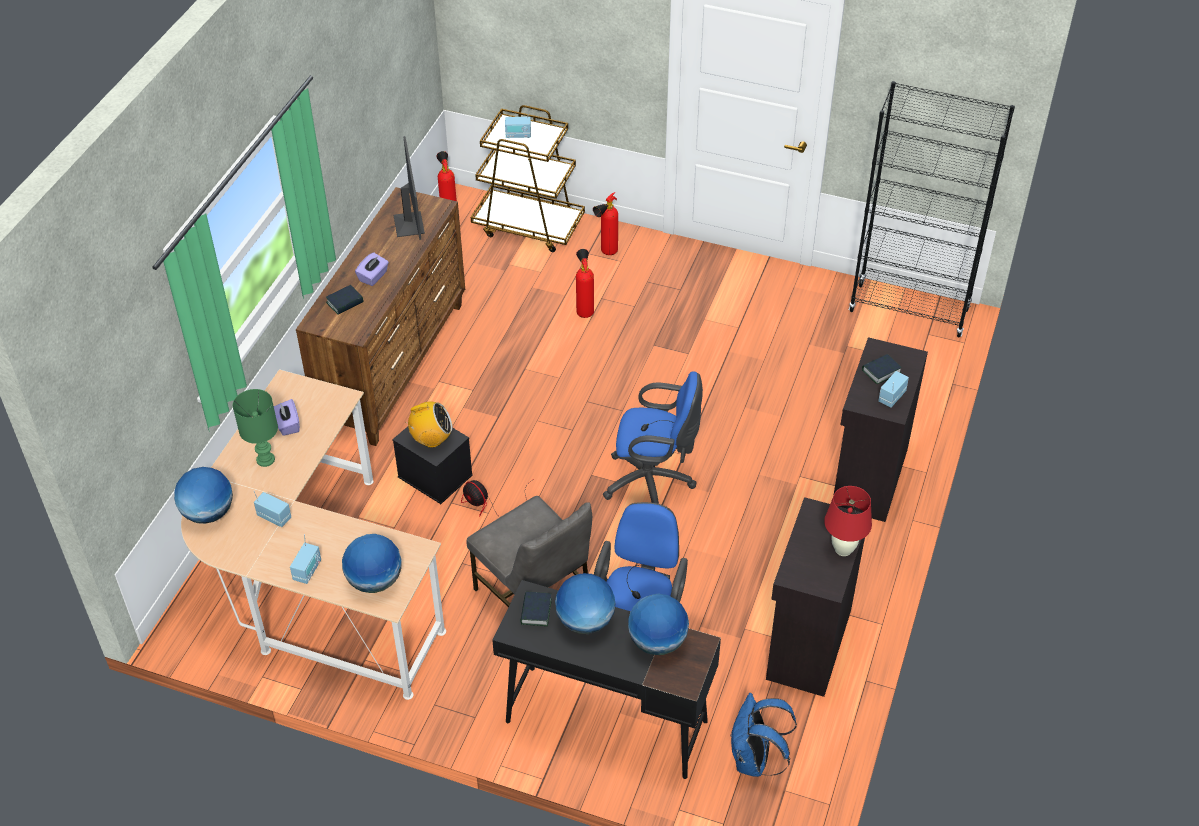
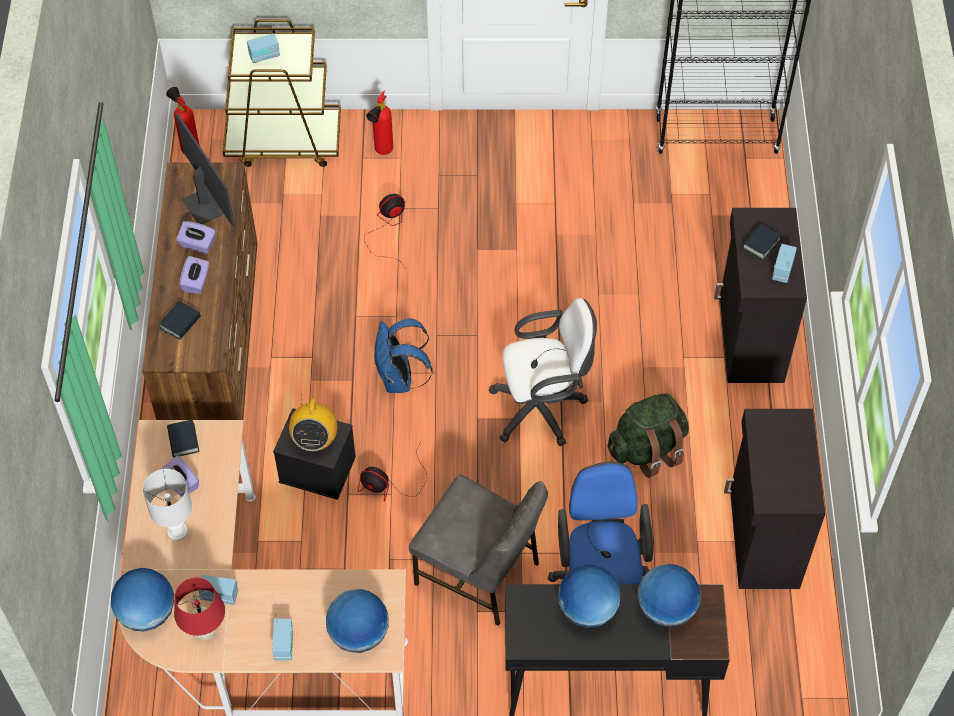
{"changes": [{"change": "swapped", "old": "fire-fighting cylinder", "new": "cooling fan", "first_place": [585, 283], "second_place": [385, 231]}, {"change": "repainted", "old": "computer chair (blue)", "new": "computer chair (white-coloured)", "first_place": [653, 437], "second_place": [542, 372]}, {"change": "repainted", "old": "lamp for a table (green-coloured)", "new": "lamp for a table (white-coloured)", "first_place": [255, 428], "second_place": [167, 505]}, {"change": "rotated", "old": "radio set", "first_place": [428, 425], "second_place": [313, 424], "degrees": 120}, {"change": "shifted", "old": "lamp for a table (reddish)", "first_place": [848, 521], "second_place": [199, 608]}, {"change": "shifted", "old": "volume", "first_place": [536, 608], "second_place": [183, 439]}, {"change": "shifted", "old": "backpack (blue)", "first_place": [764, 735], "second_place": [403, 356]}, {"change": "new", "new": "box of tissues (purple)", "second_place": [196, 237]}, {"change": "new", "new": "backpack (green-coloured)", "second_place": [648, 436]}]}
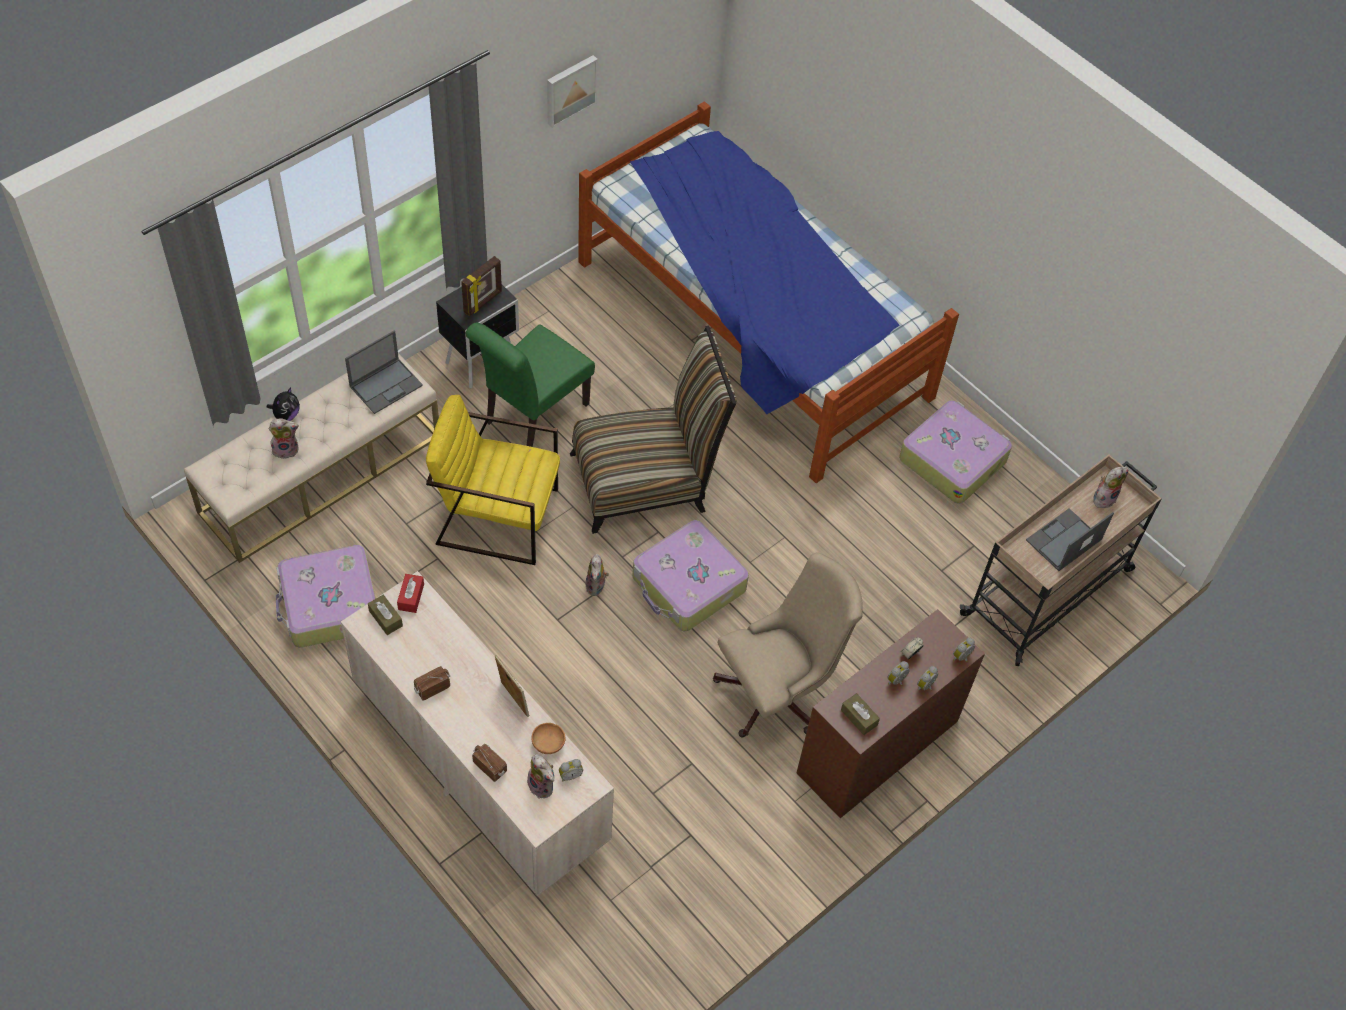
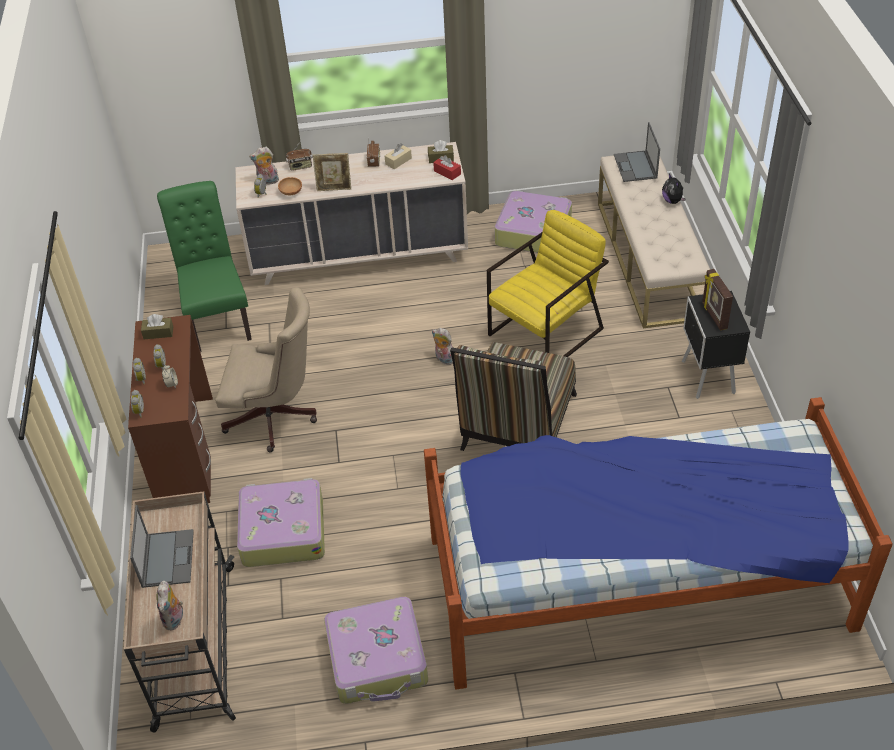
{"changes": [{"change": "gone", "old": "picture", "first_place": [572, 91]}, {"change": "shifted", "old": "upright chair (green-coloured)", "first_place": [530, 385], "second_place": [204, 266]}, {"change": "shifted", "old": "laptop", "first_place": [384, 372], "second_place": [637, 152]}, {"change": "gone", "old": "plush toy", "first_place": [284, 439]}, {"change": "shifted", "old": "suitcase", "first_place": [691, 575], "second_place": [281, 522]}, {"change": "rotated", "old": "computer chair (sand-coloured)", "first_place": [788, 644], "second_place": [266, 369], "degrees": -90}, {"change": "new", "new": "box of tissues (sand-coloured)", "second_place": [398, 156]}]}
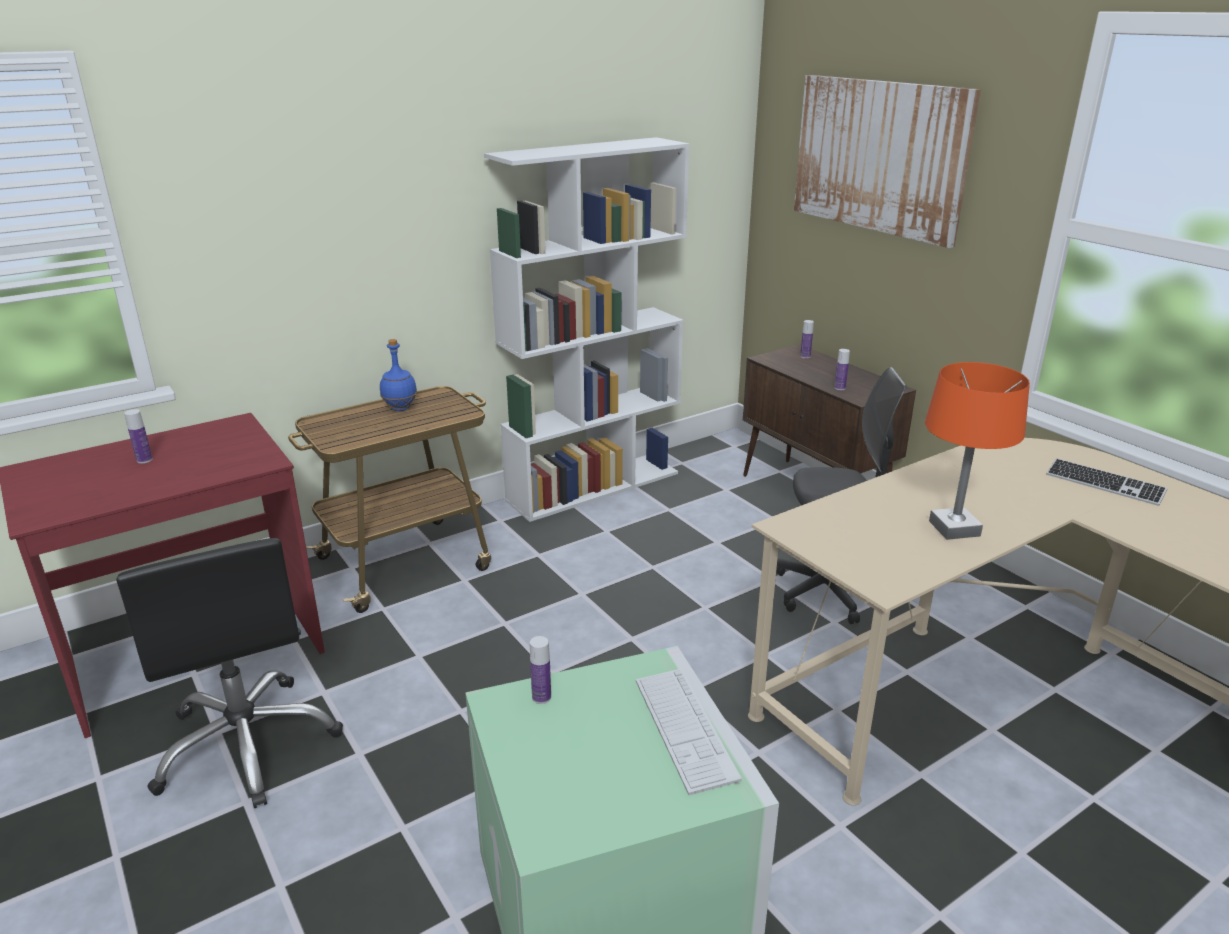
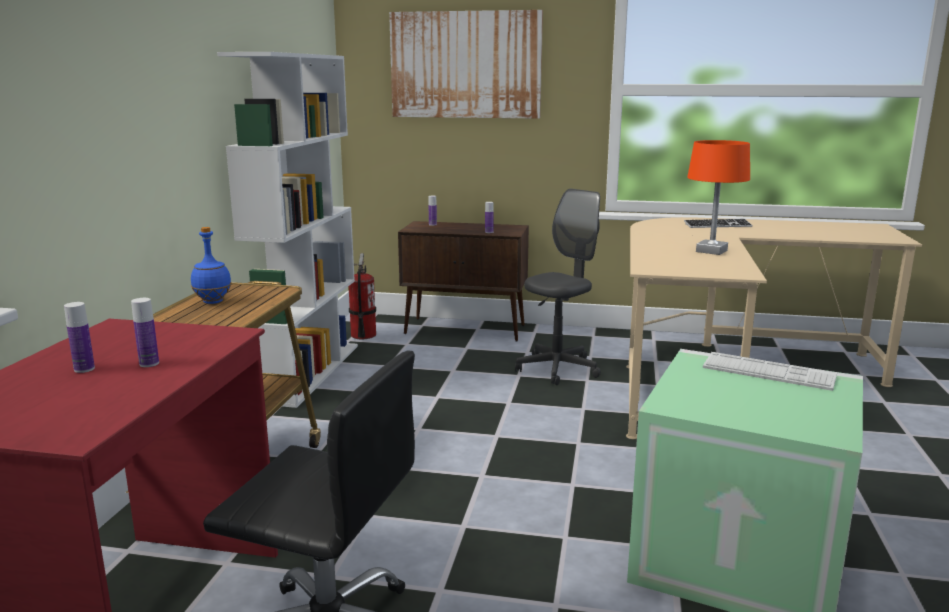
{"changes": [{"change": "shifted", "old": "beverage bottle", "first_place": [540, 670], "second_place": [145, 332]}, {"change": "new", "new": "fire-fighting cylinder", "second_place": [362, 296]}]}
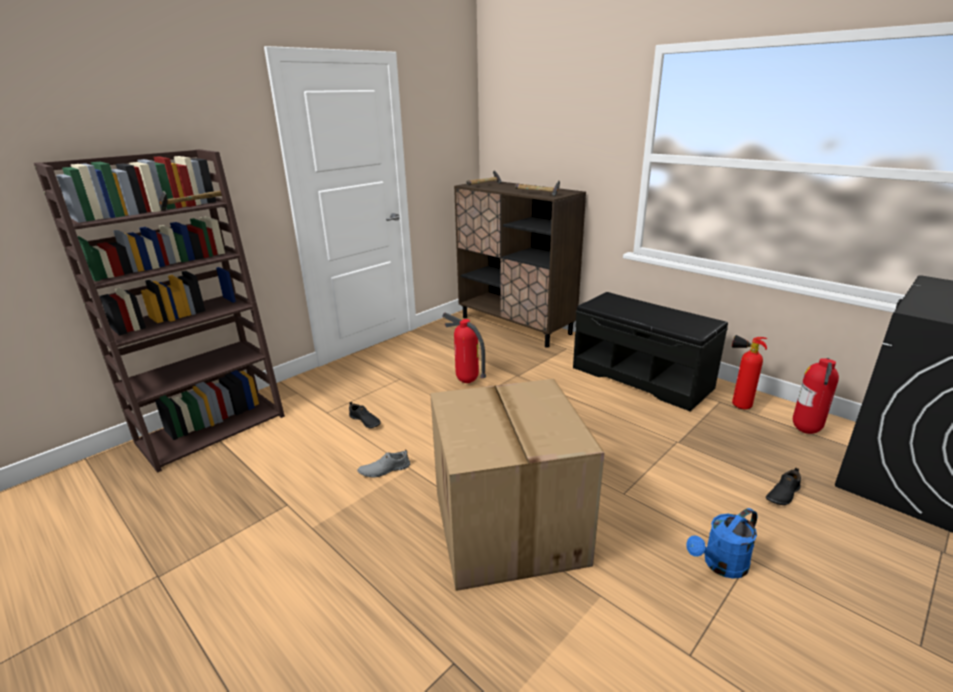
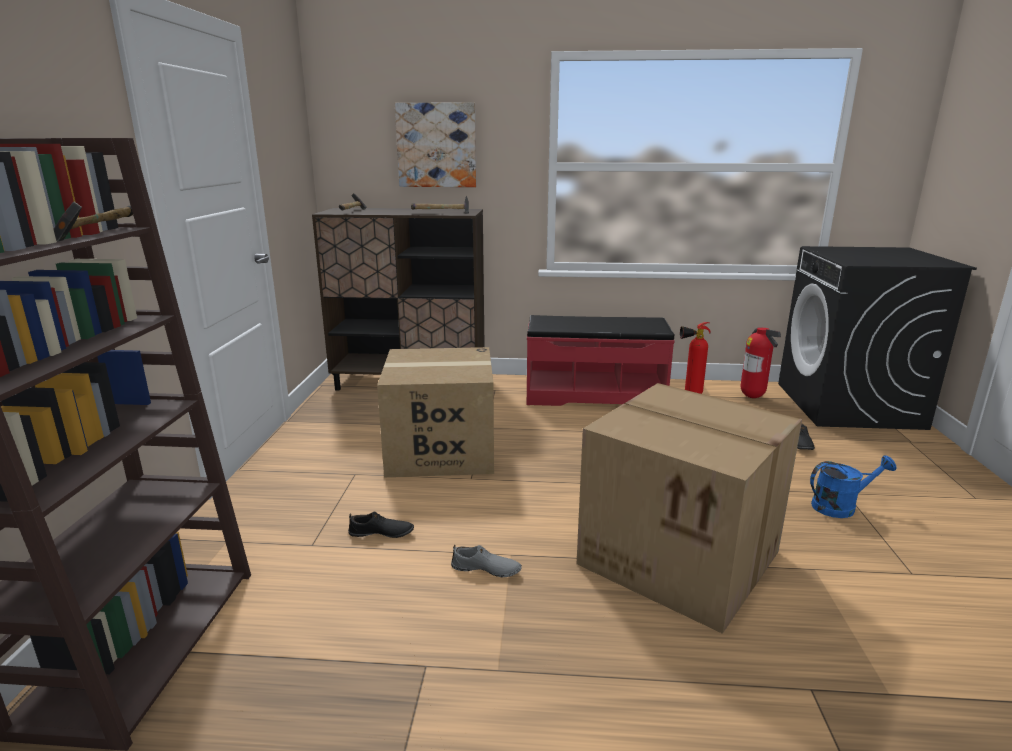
{"changes": [{"change": "repainted", "old": "bench (blackish)", "new": "bench (reddish)", "first_place": [650, 352], "second_place": [601, 360]}, {"change": "swapped", "old": "fire-fighting cylinder", "new": "packing box", "first_place": [464, 347], "second_place": [435, 412]}, {"change": "rotated", "old": "low shoe (grey)", "first_place": [383, 463], "second_place": [486, 561], "degrees": -105}, {"change": "rotated", "old": "watering can (blue)", "first_place": [721, 543], "second_place": [853, 486], "degrees": -120}, {"change": "new", "new": "picture", "second_place": [436, 144]}]}
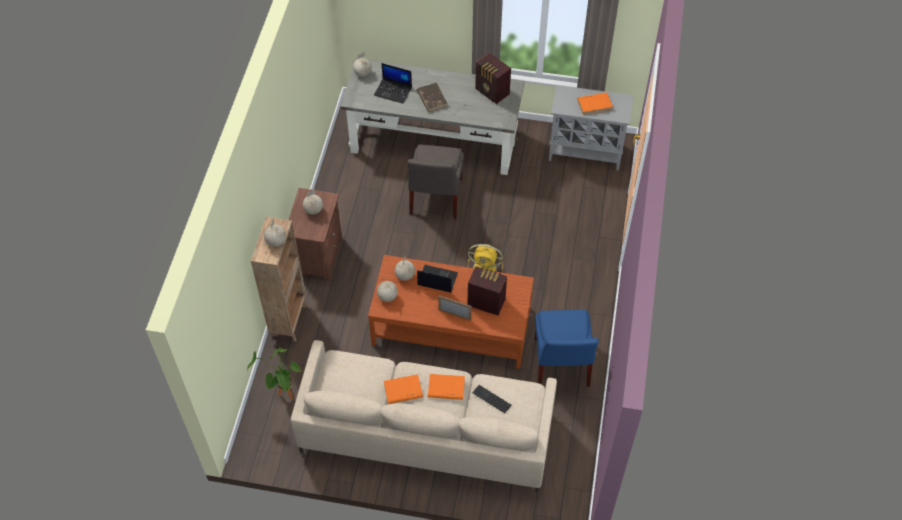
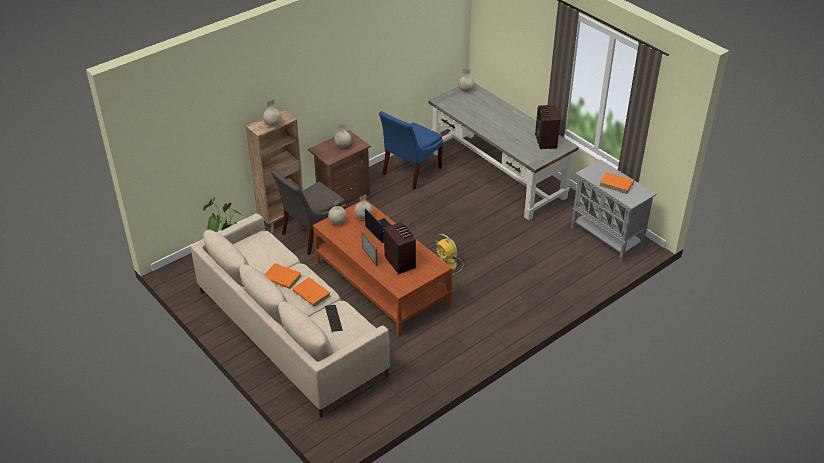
{"changes": [{"change": "gone", "old": "laptop", "first_place": [393, 83]}, {"change": "gone", "old": "volume (brown-coloured)", "first_place": [432, 97]}, {"change": "shifted", "old": "upright chair (grey)", "first_place": [436, 182], "second_place": [308, 212]}, {"change": "shifted", "old": "upright chair (blue)", "first_place": [566, 348], "second_place": [411, 150]}]}
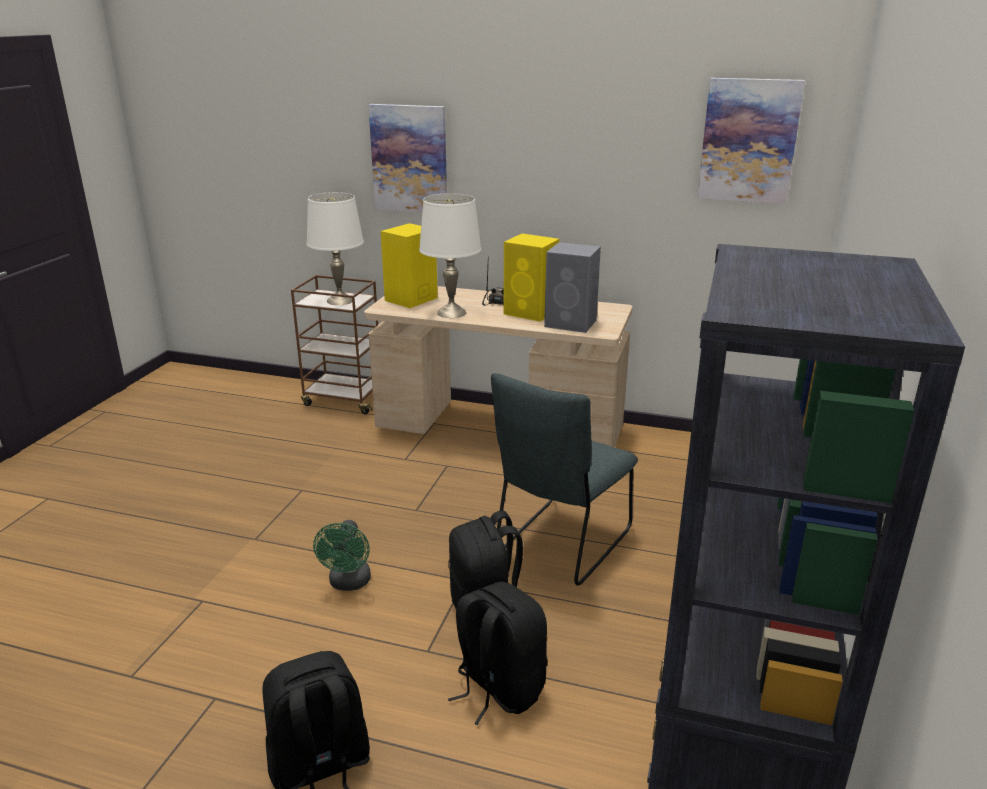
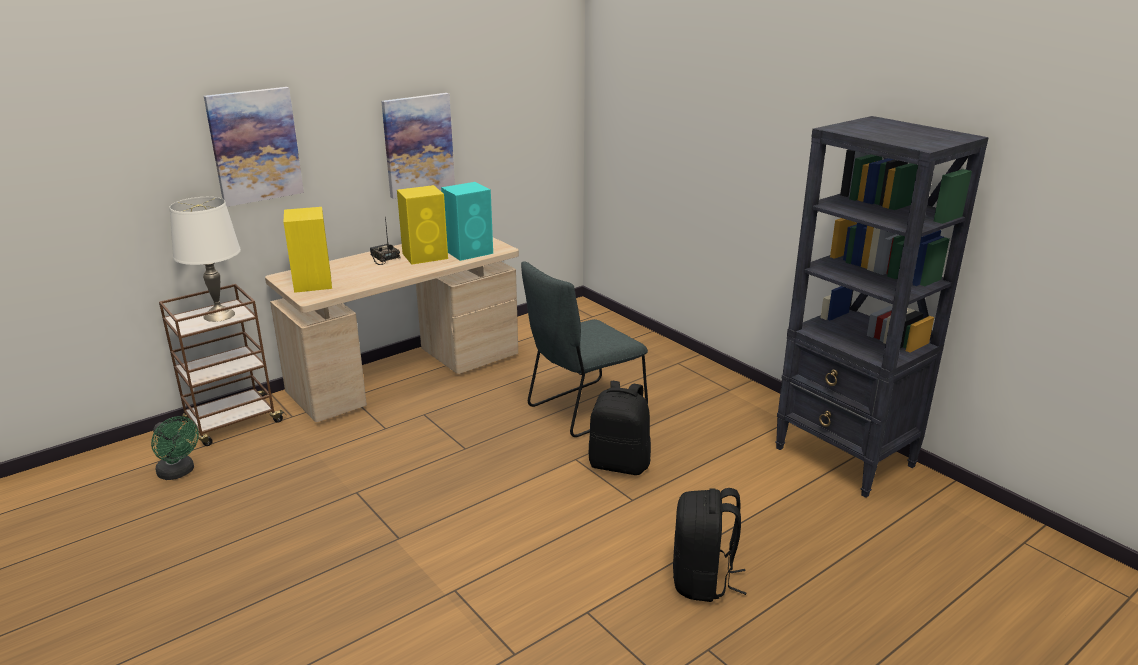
{"changes": [{"change": "shifted", "old": "picture", "first_place": [751, 141], "second_place": [418, 146]}, {"change": "gone", "old": "lamp for a table (white-coloured)", "first_place": [450, 255]}, {"change": "repainted", "old": "loudspeaker (grey)", "new": "loudspeaker (turquoise)", "first_place": [572, 287], "second_place": [467, 221]}, {"change": "rotated", "old": "upright chair (grey)", "first_place": [564, 479], "second_place": [584, 349], "degrees": 75}, {"change": "shifted", "old": "cooling fan (green-coloured)", "first_place": [342, 555], "second_place": [175, 448]}, {"change": "gone", "old": "backpack (blackish)", "first_place": [497, 653]}]}
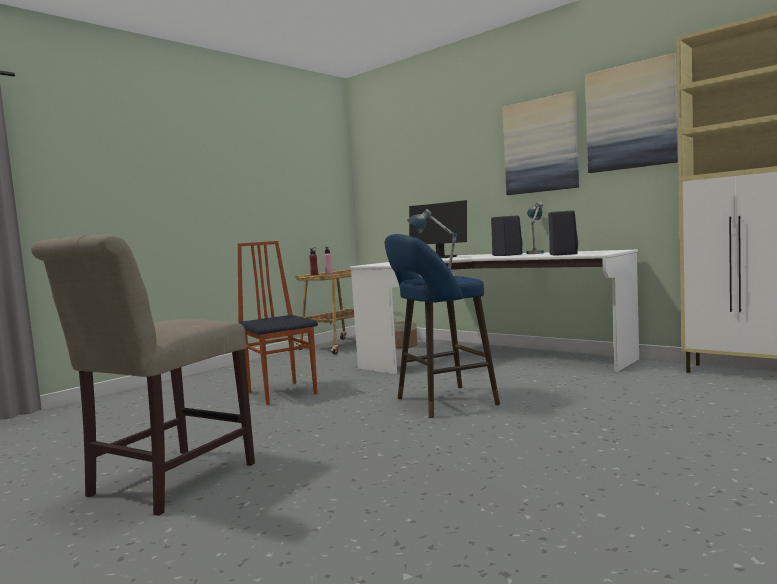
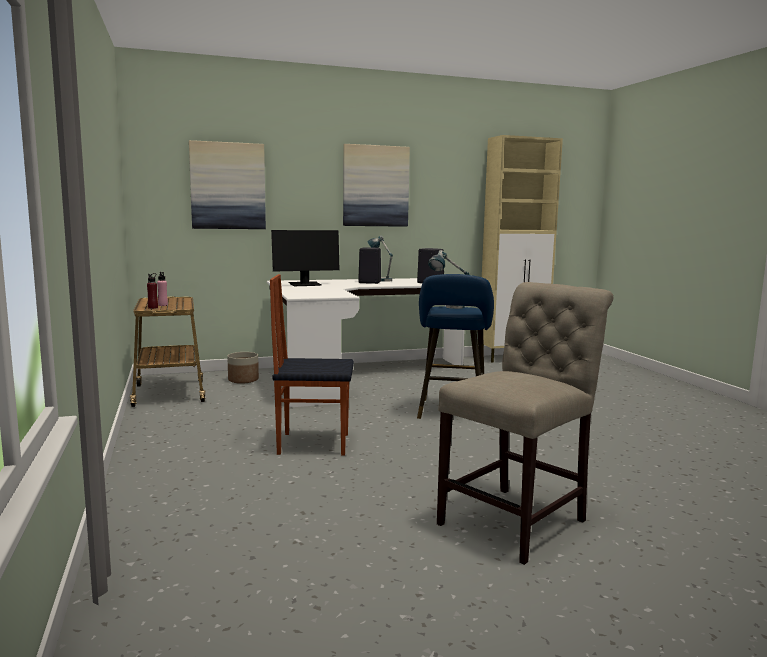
{"changes": [{"change": "shifted", "old": "picture", "first_place": [631, 113], "second_place": [227, 184]}, {"change": "rotated", "old": "upright chair (sand-coloured)", "first_place": [143, 375], "second_place": [525, 423], "degrees": -105}]}
